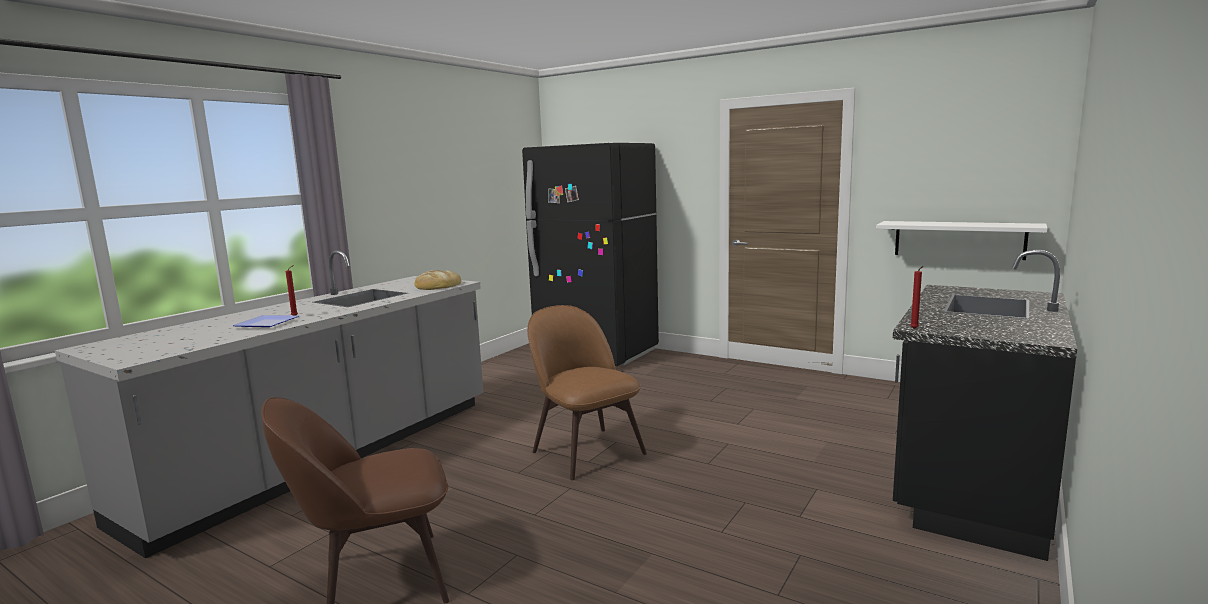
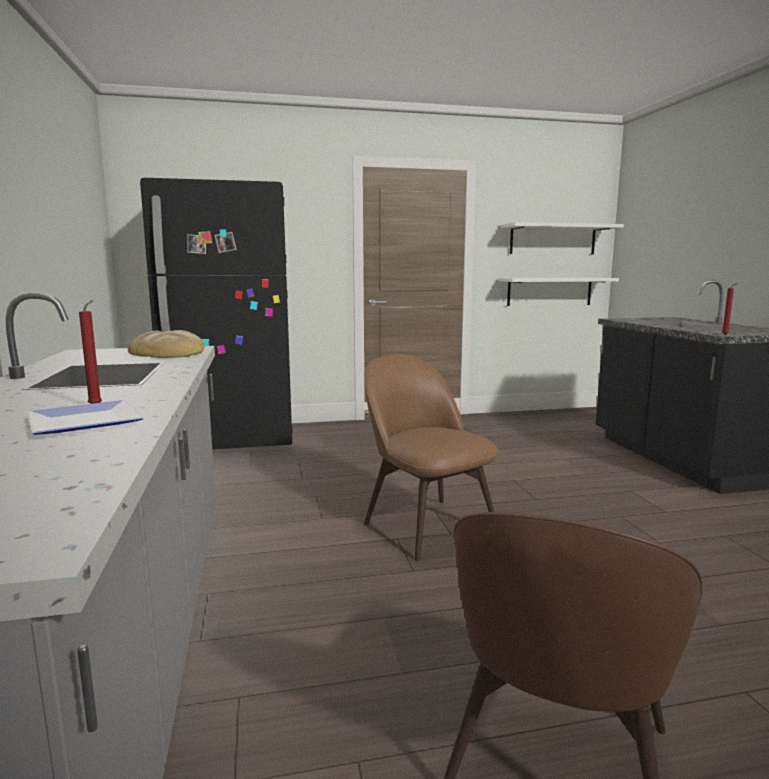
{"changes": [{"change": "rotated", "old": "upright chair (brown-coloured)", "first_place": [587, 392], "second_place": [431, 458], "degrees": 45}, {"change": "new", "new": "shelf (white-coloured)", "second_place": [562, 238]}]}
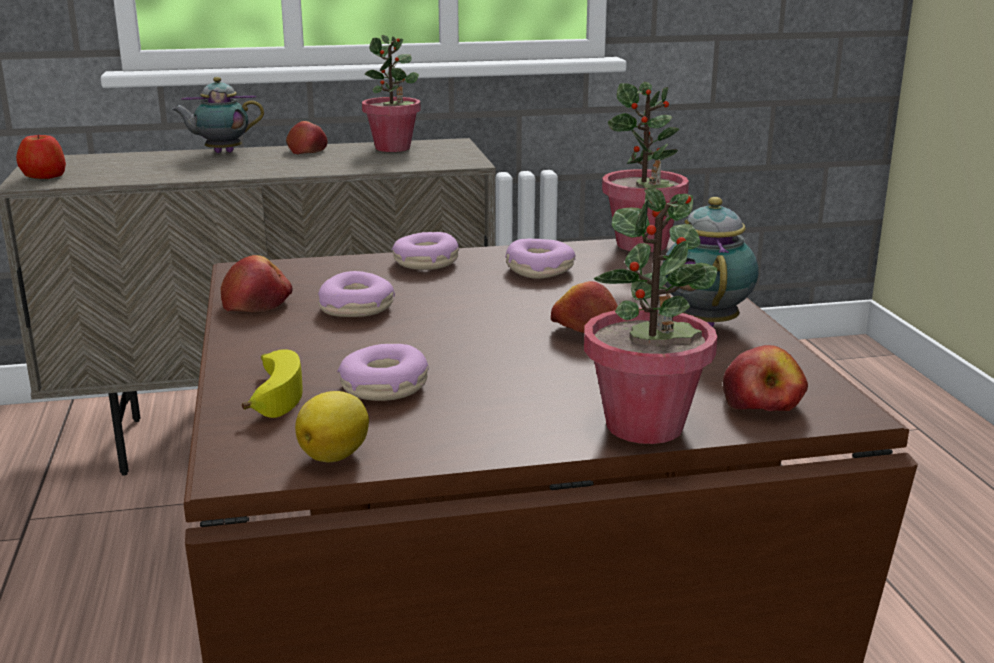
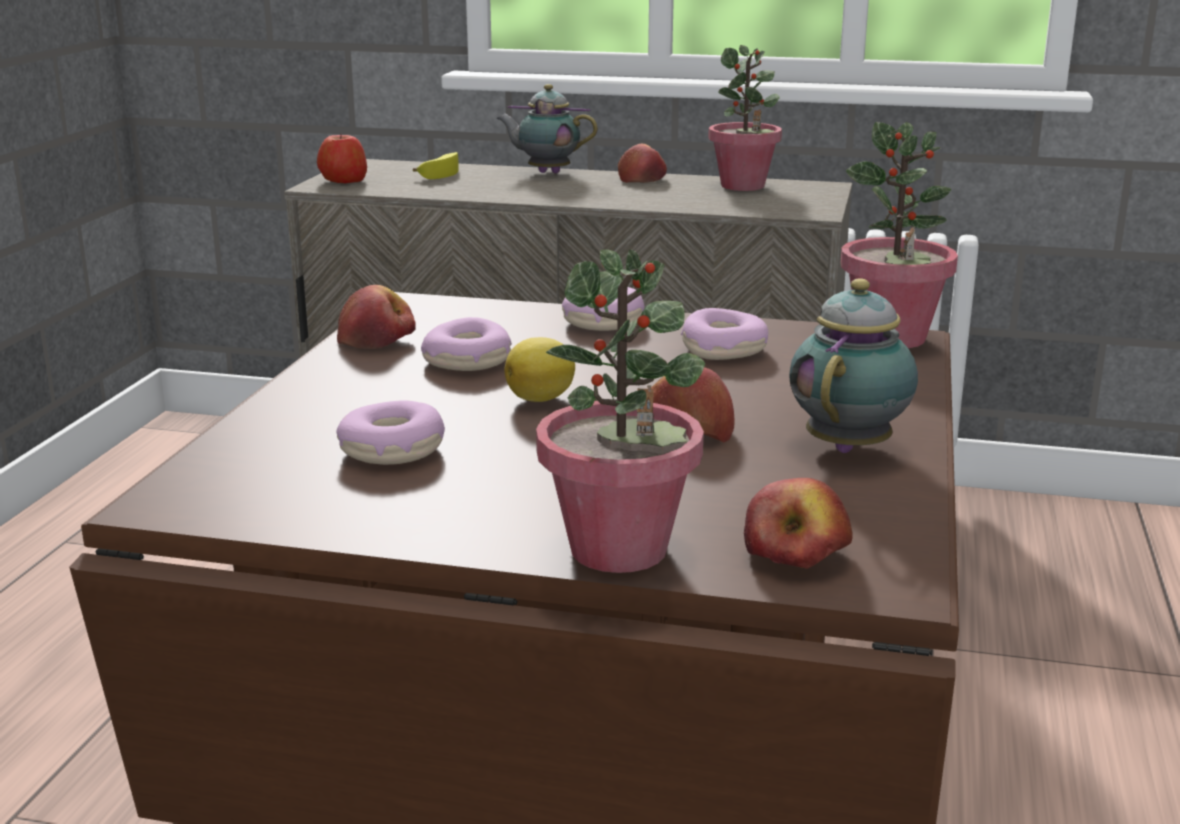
{"changes": [{"change": "shifted", "old": "banana fruit", "first_place": [272, 383], "second_place": [436, 165]}, {"change": "shifted", "old": "citrus fruit", "first_place": [332, 426], "second_place": [539, 369]}]}
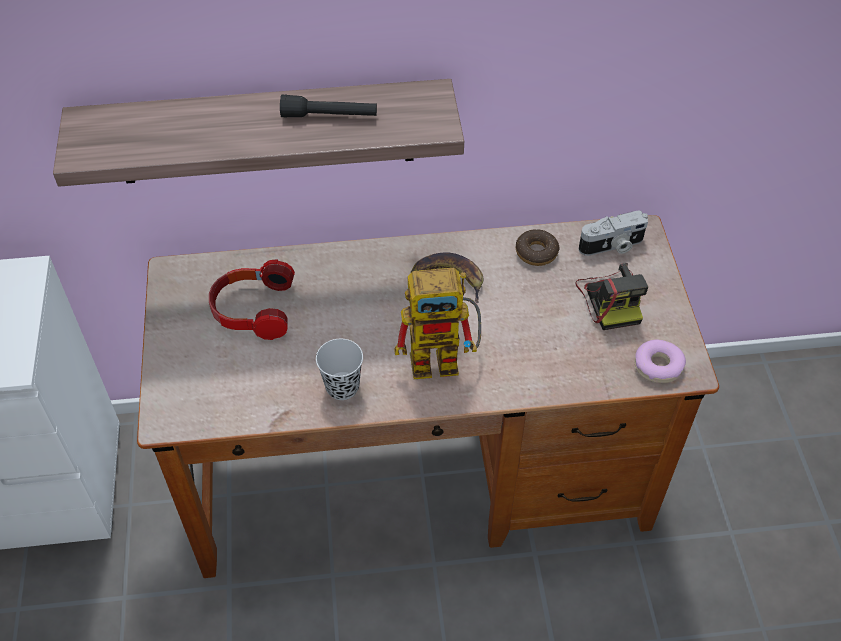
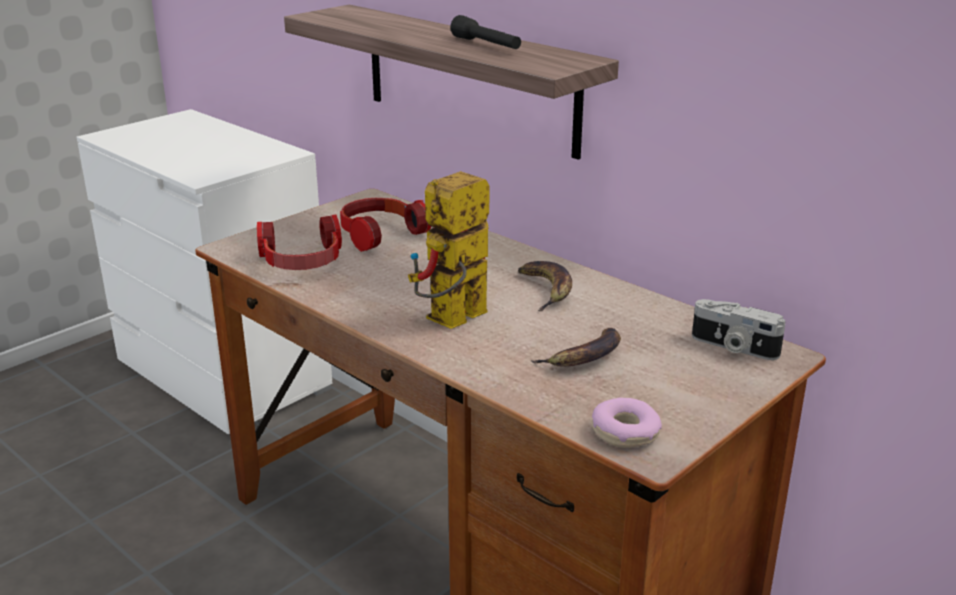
{"changes": [{"change": "gone", "old": "donut", "first_place": [538, 247]}, {"change": "gone", "old": "still camera", "first_place": [611, 296]}, {"change": "rotated", "old": "model robot", "first_place": [437, 323], "second_place": [448, 250], "degrees": 90}, {"change": "gone", "old": "drinking cup (blackish)", "first_place": [339, 369]}, {"change": "new", "new": "pair of headphones", "second_place": [299, 242]}, {"change": "new", "new": "banana fruit", "second_place": [576, 347]}]}
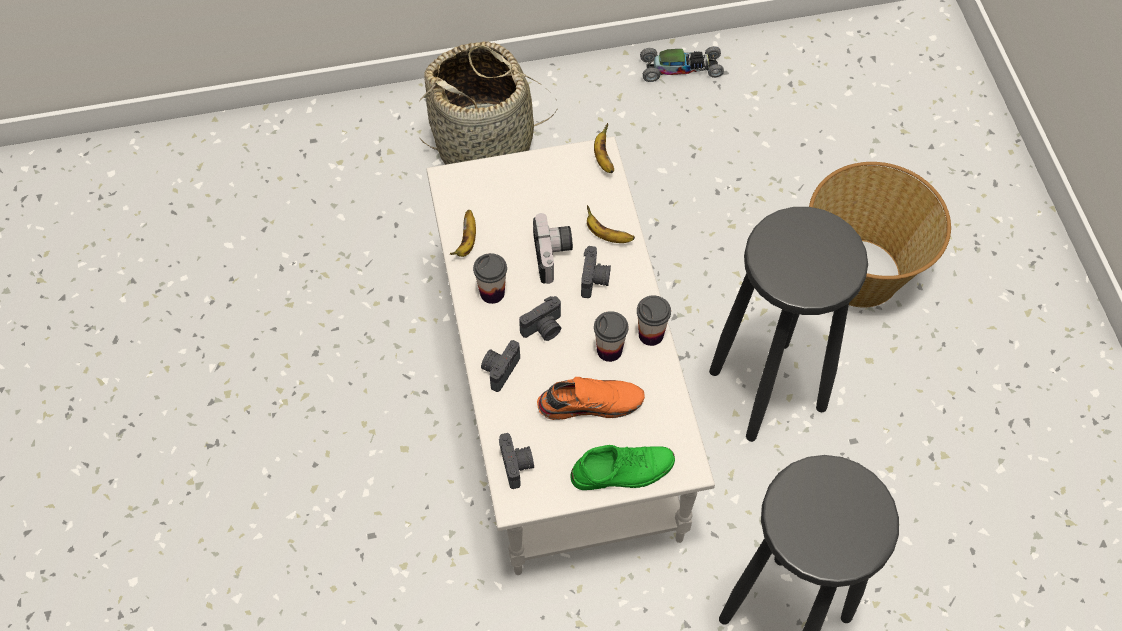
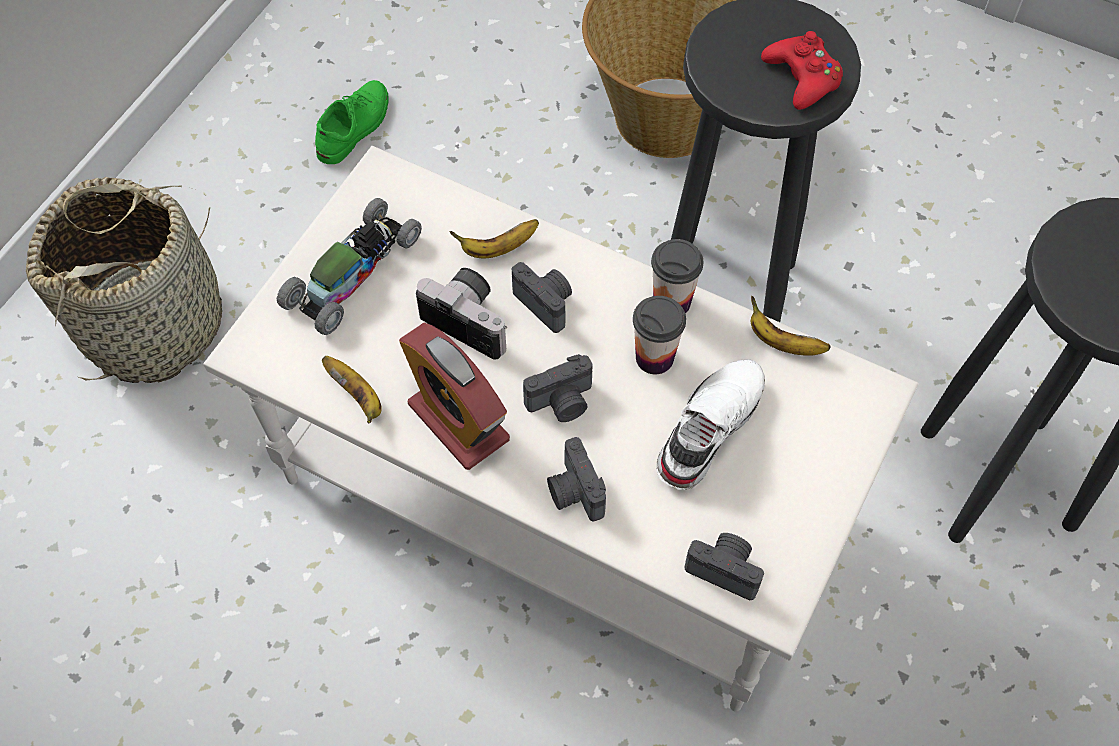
{"changes": [{"change": "shifted", "old": "toy car", "first_place": [682, 64], "second_place": [349, 266]}, {"change": "shifted", "old": "banana fruit", "first_place": [604, 148], "second_place": [791, 326]}, {"change": "swapped", "old": "drinking cup", "new": "table clock", "first_place": [490, 278], "second_place": [454, 396]}, {"change": "rotated", "old": "still camera", "first_place": [540, 318], "second_place": [558, 388], "degrees": 60}, {"change": "repainted", "old": "low shoe (orange-coloured)", "new": "low shoe (white-coloured)", "first_place": [591, 398], "second_place": [710, 424]}, {"change": "shifted", "old": "low shoe (green-coloured)", "first_place": [623, 467], "second_place": [352, 122]}, {"change": "new", "new": "joypad (reddish)", "second_place": [802, 70]}]}
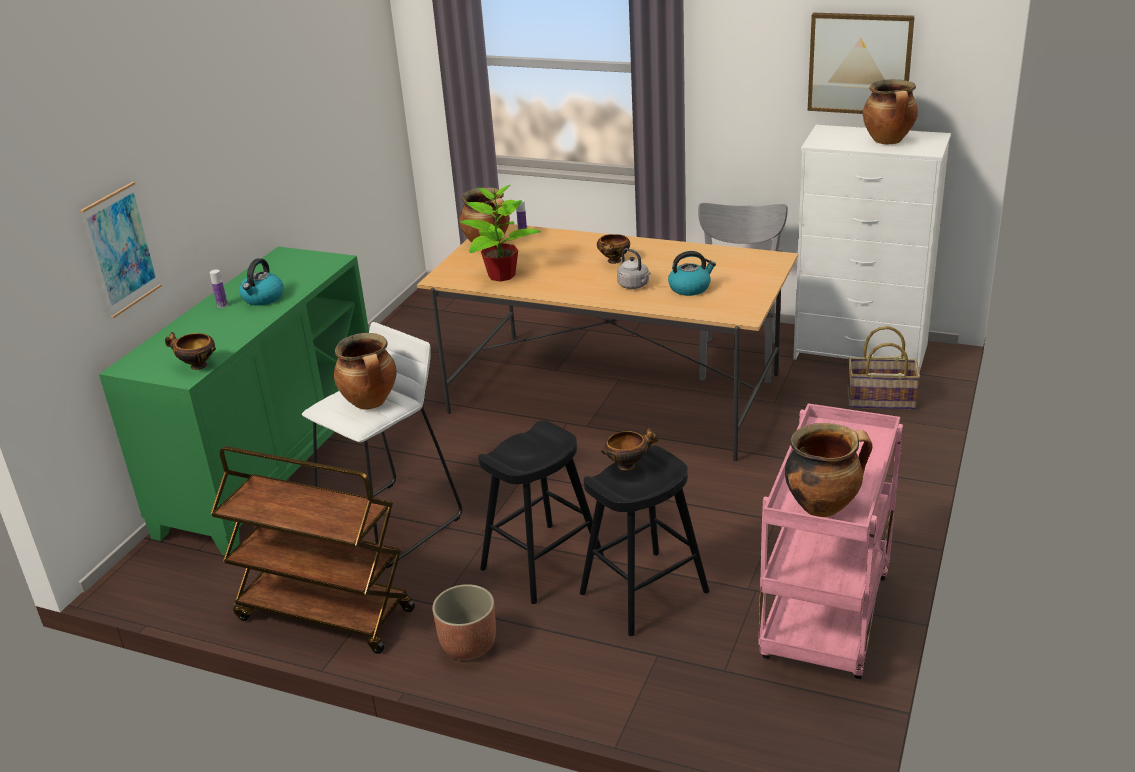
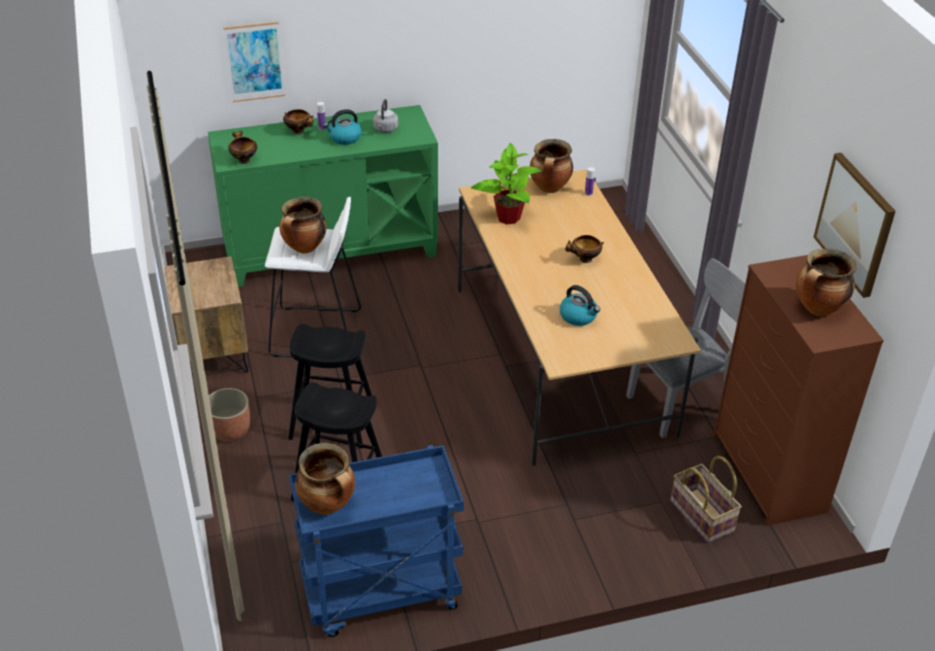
{"changes": [{"change": "repainted", "old": "chest of drawers (white-coloured)", "new": "chest of drawers (brown-coloured)", "first_place": [872, 248], "second_place": [798, 390]}, {"change": "shifted", "old": "water kettle (grey)", "first_place": [634, 268], "second_place": [385, 116]}, {"change": "repainted", "old": "trolley (pink-coloured)", "new": "trolley (blue)", "first_place": [830, 541], "second_place": [376, 541]}, {"change": "shifted", "old": "deep dish", "first_place": [629, 449], "second_place": [298, 122]}, {"change": "swapped", "old": "trolley (brown-coloured)", "new": "bedside table (brown-coloured)", "first_place": [313, 550], "second_place": [206, 316]}]}
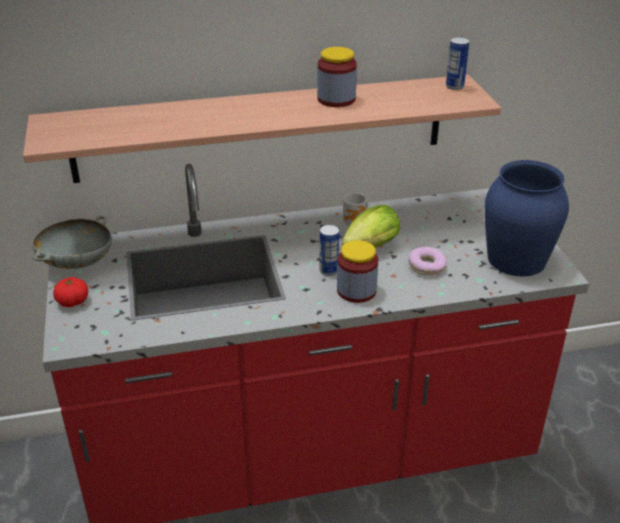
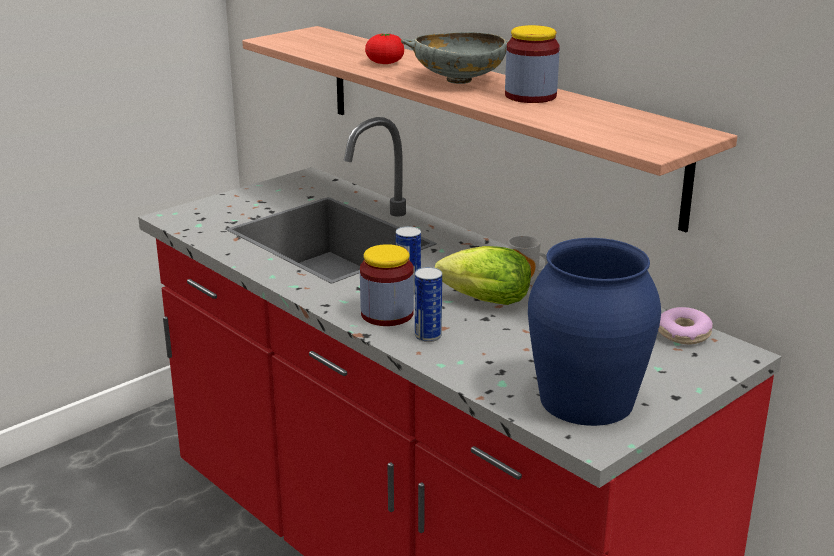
{"changes": [{"change": "shifted", "old": "sealed can", "first_place": [458, 63], "second_place": [428, 304]}, {"change": "shifted", "old": "deep dish (grey)", "first_place": [72, 242], "second_place": [455, 58]}, {"change": "shifted", "old": "donut", "first_place": [427, 261], "second_place": [685, 326]}, {"change": "shifted", "old": "fresh tomato", "first_place": [70, 292], "second_place": [384, 49]}]}
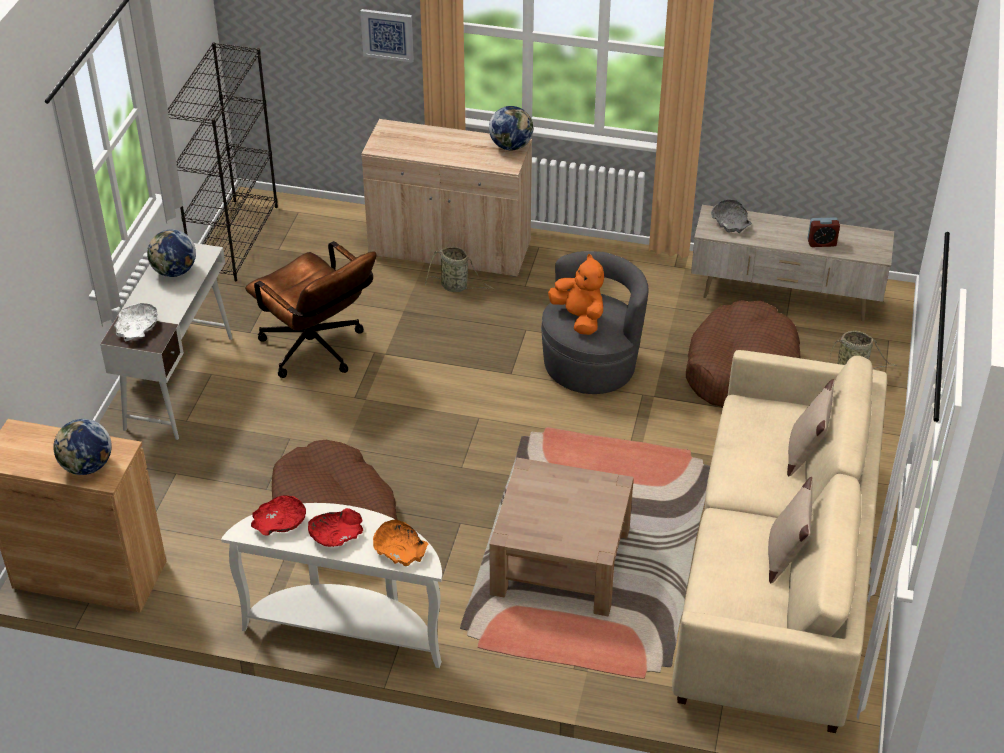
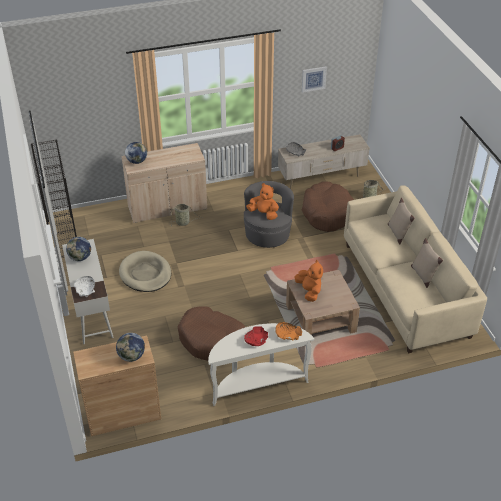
{"changes": [{"change": "shifted", "old": "picture", "first_place": [387, 36], "second_place": [314, 79]}, {"change": "shifted", "old": "desk globe", "first_place": [511, 128], "second_place": [136, 153]}, {"change": "swapped", "old": "computer chair (brown-coloured)", "new": "dog cushion (sand-coloured)", "first_place": [311, 309], "second_place": [145, 271]}, {"change": "gone", "old": "deep dish (reddish)", "first_place": [278, 515]}, {"change": "new", "new": "plush toy (orange-coloured)", "second_place": [308, 281]}]}
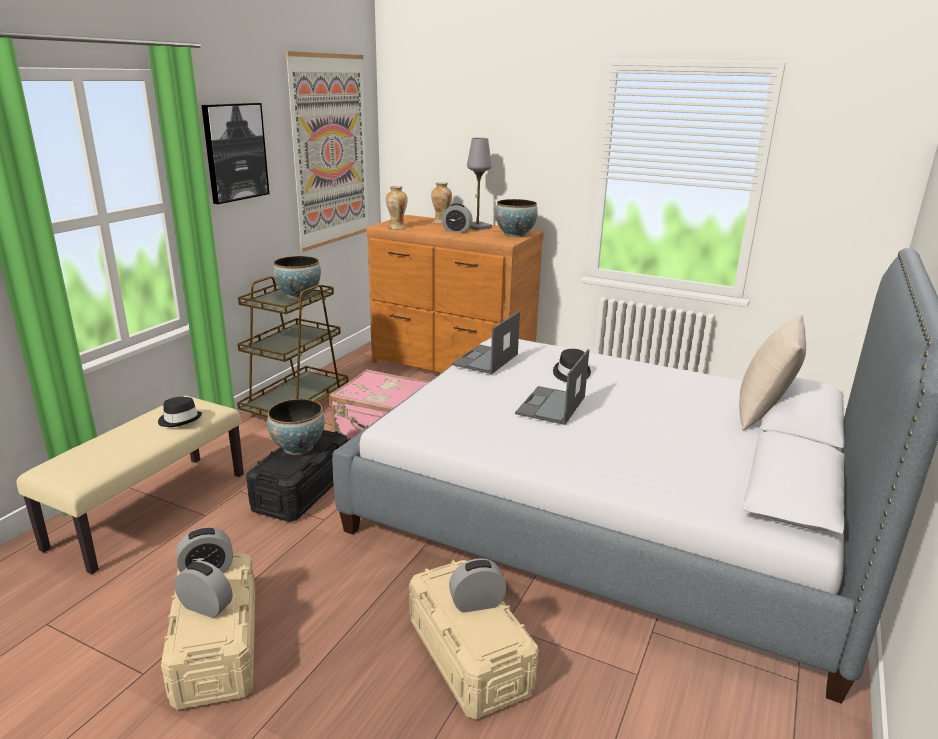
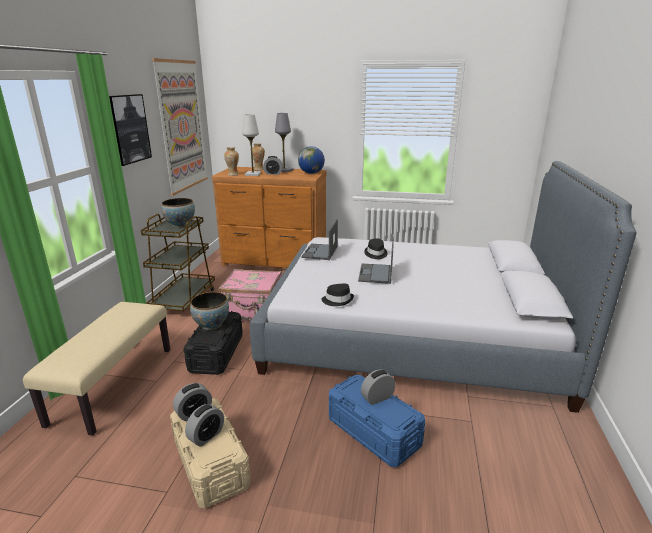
{"changes": [{"change": "swapped", "old": "deep dish", "new": "desk globe", "first_place": [516, 218], "second_place": [311, 160]}, {"change": "gone", "old": "throw pillow (sand-coloured)", "first_place": [772, 372]}, {"change": "shifted", "old": "wearable hat (blackish)", "first_place": [180, 412], "second_place": [337, 295]}, {"change": "repainted", "old": "storage bin (sand-coloured)", "new": "storage bin (blue)", "first_place": [474, 639], "second_place": [377, 421]}, {"change": "rotated", "old": "table clock", "first_place": [203, 589], "second_place": [204, 425], "degrees": 120}, {"change": "new", "new": "lamp for a table (white-coloured)", "second_place": [251, 145]}]}
